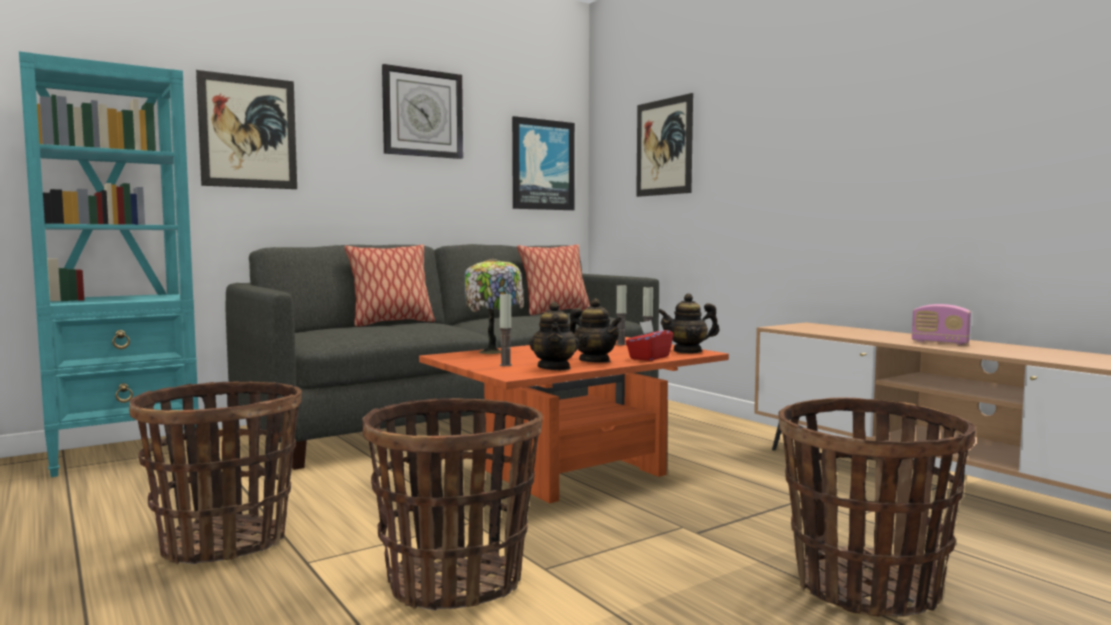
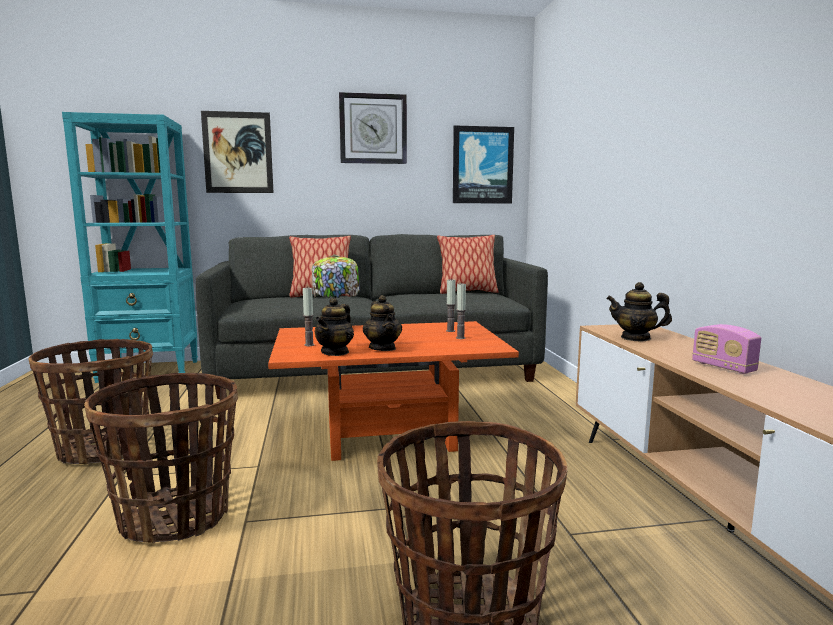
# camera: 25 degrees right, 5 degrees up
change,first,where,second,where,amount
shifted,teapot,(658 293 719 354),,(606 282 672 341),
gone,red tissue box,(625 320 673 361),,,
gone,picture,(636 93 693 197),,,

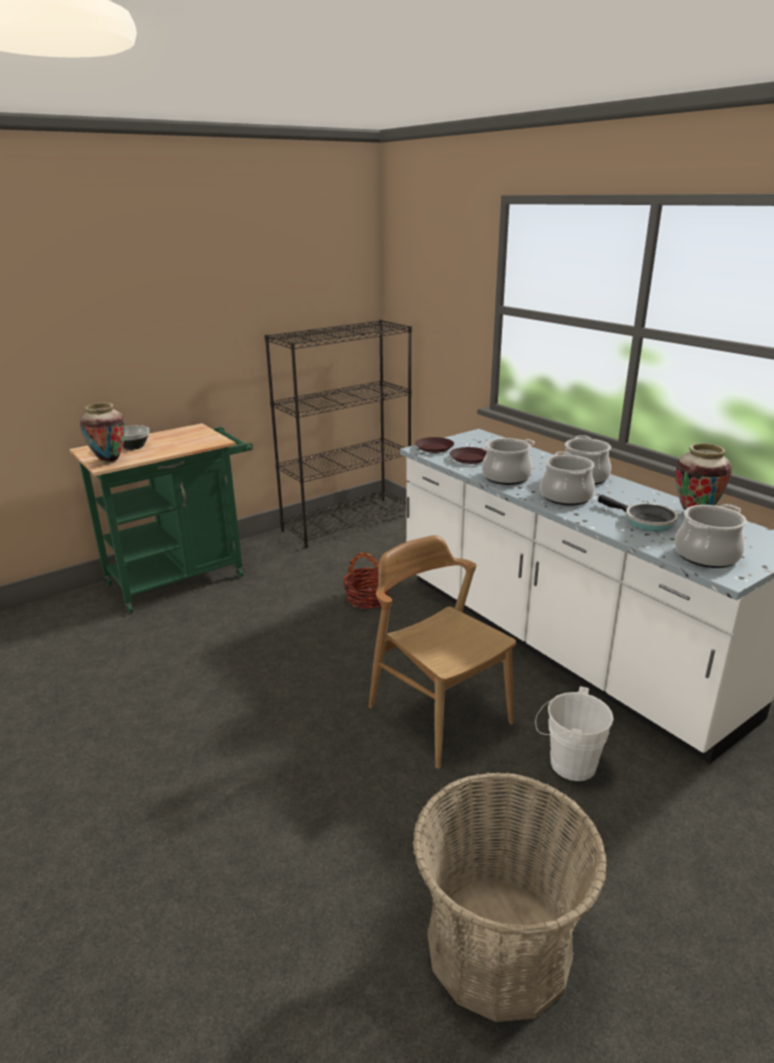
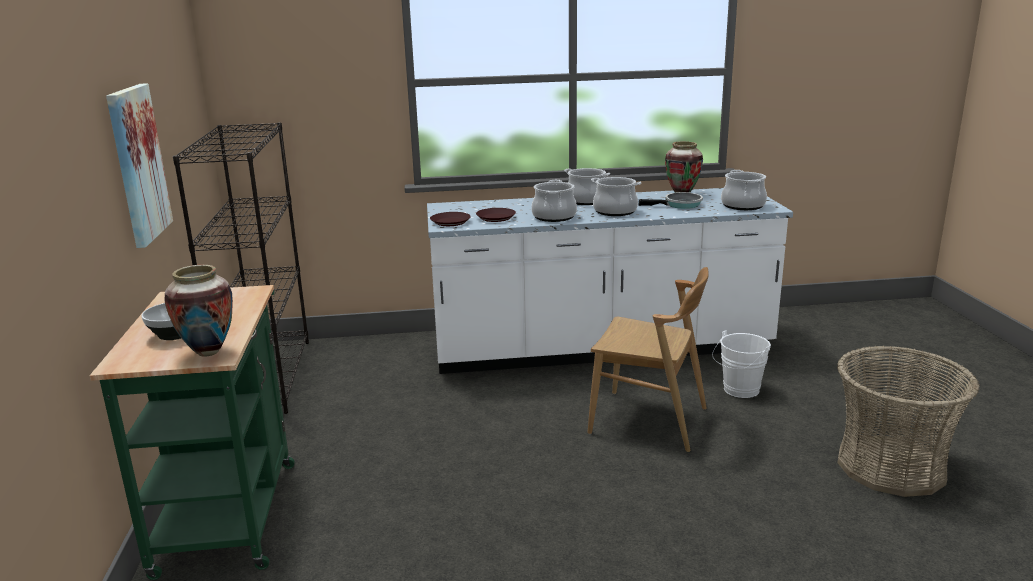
# camera: 60 degrees left, 5 degrees down
change,first,where,second,where,amount
new,,,picture,(106 83 173 248),
rotated,brown chair,(369 535 516 769),,(587 267 709 452),150 degrees counterclockwise
gone,basket,(343 552 389 609),,,

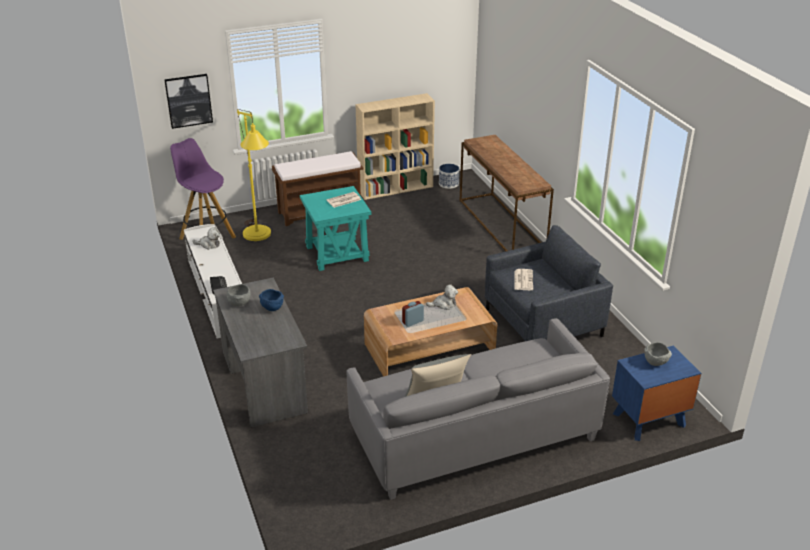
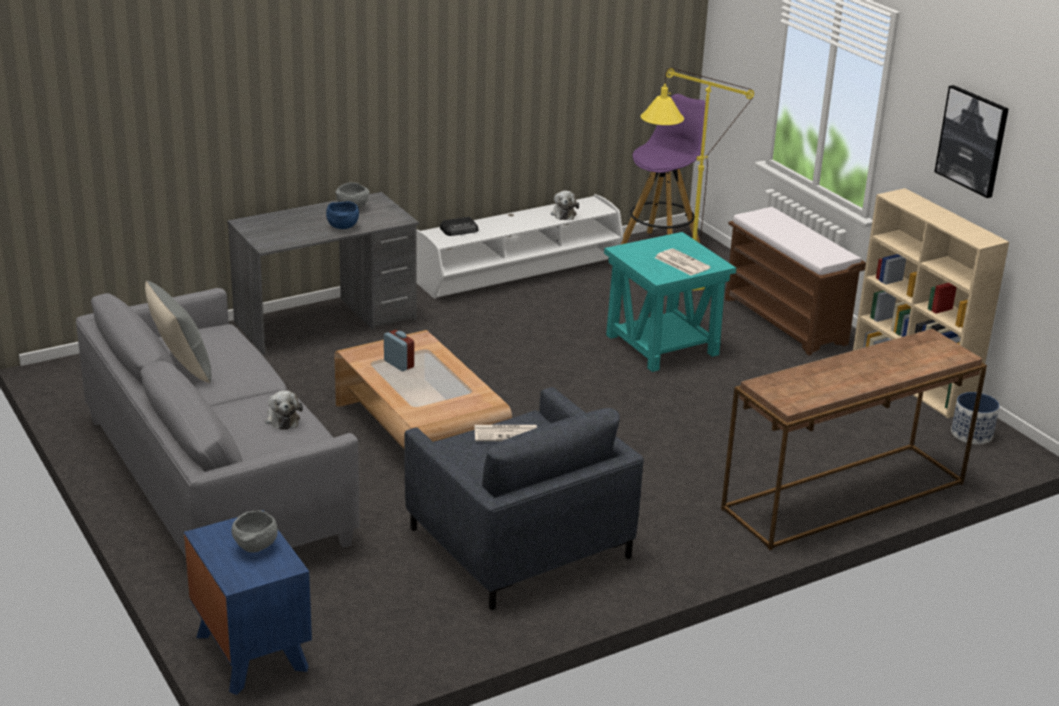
# camera: 80 degrees right, 5 degrees down
change,first,where,second,where,amount
shifted,plush toy,(426 284 458 310),,(265 390 303 430),
shifted,picture,(164 74 213 129),,(934 85 1008 198),

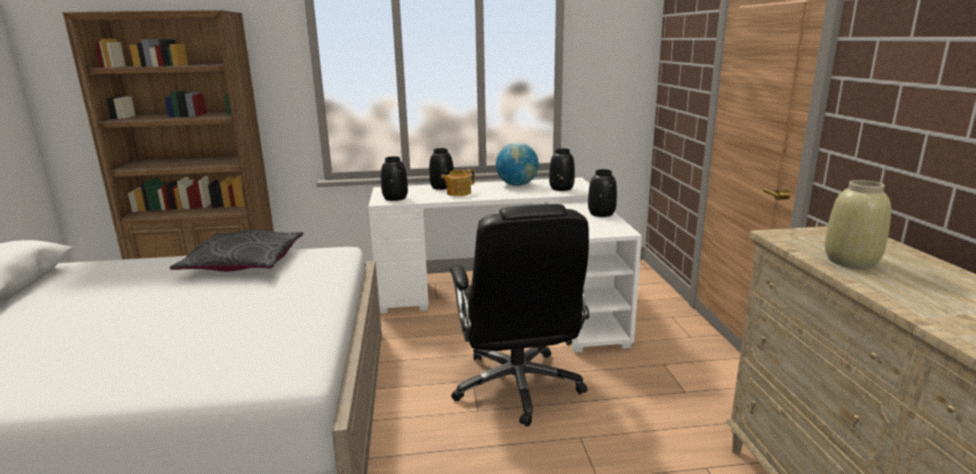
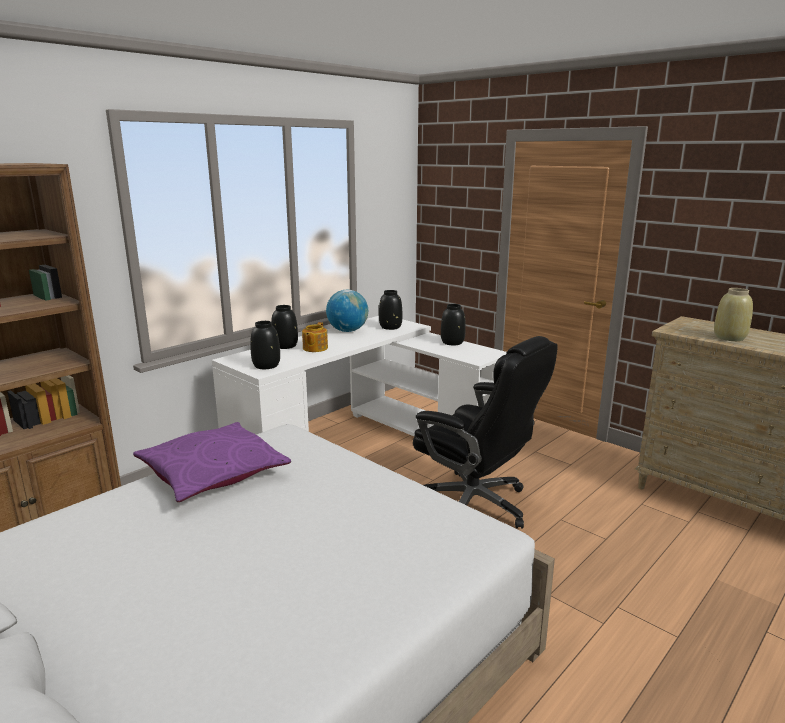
# camera: 40 degrees left, 0 degrees up
change,first,where,second,where,amount
repainted,grey pillow,(170 230 303 272),purple pillow,(133 422 291 502),

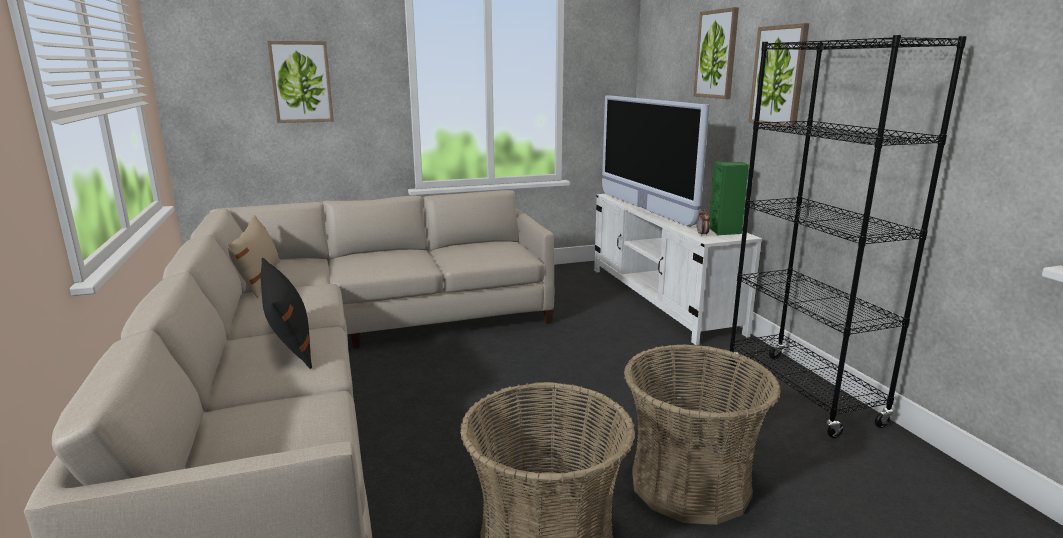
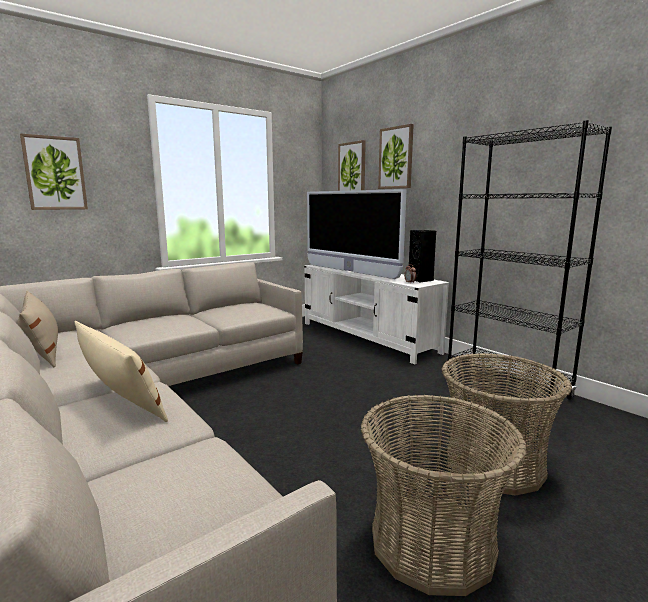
# camera: 20 degrees left, 5 degrees down
change,first,where,second,where,amount
repainted,black pillow,(261 258 312 369),beige pillow,(75 321 168 422),
shifted,picture,(748 23 809 128),,(338 140 366 191),
repainted,green speaker,(709 161 749 235),black speaker,(409 230 436 283),

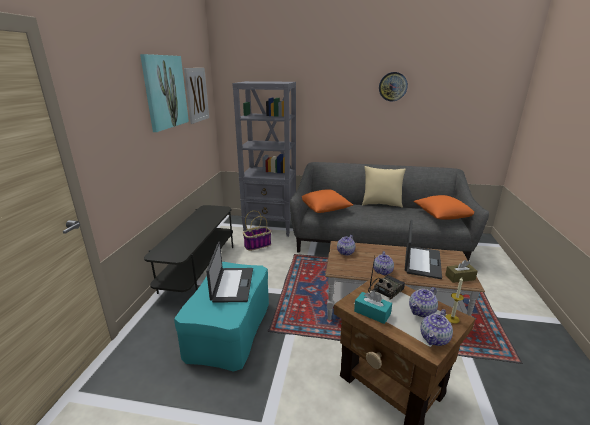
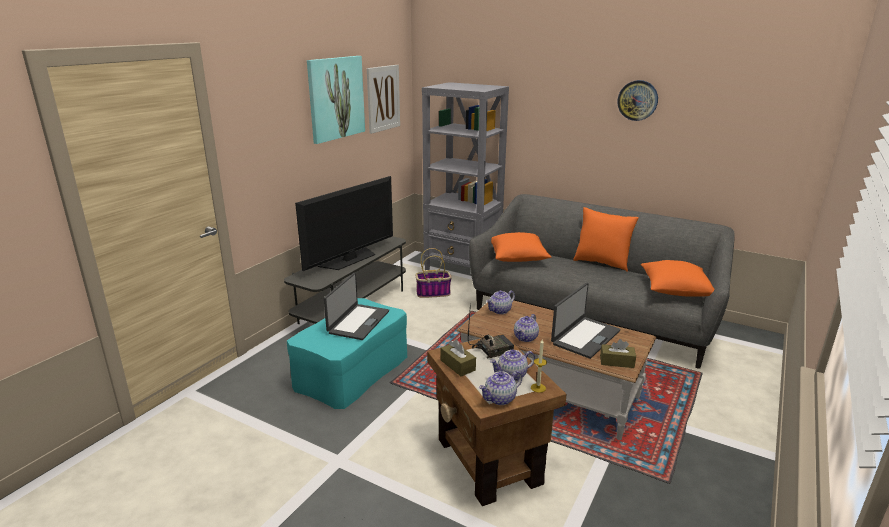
# camera: 20 degrees right, 0 degrees up
change,first,where,second,where,amount
new,,,television,(295 176 393 271),
repainted,turquoise tissue box,(354 291 392 324),brown tissue box,(441 340 476 376),
repainted,beige pillow,(362 166 406 208),orange pillow,(573 207 639 271),

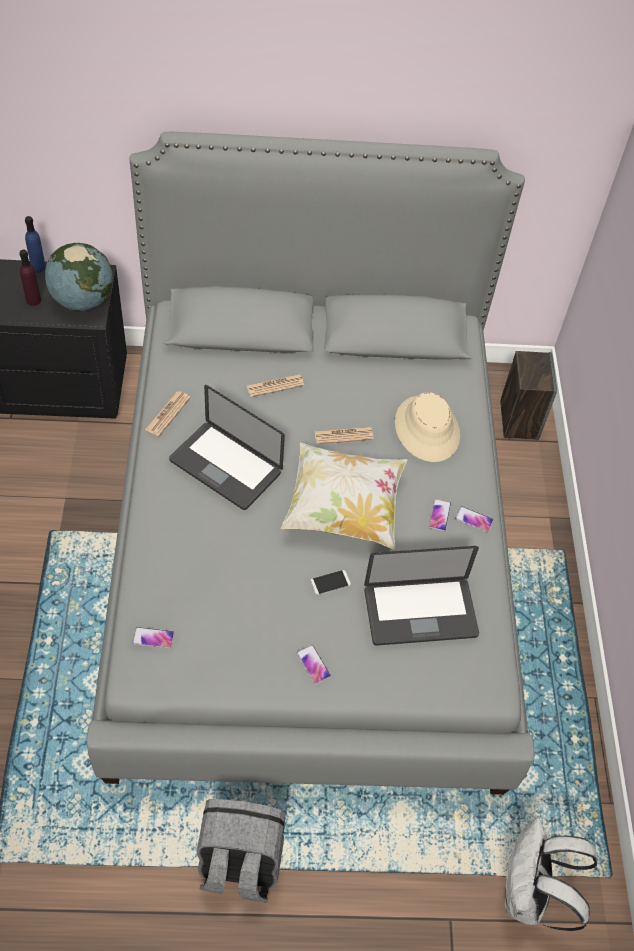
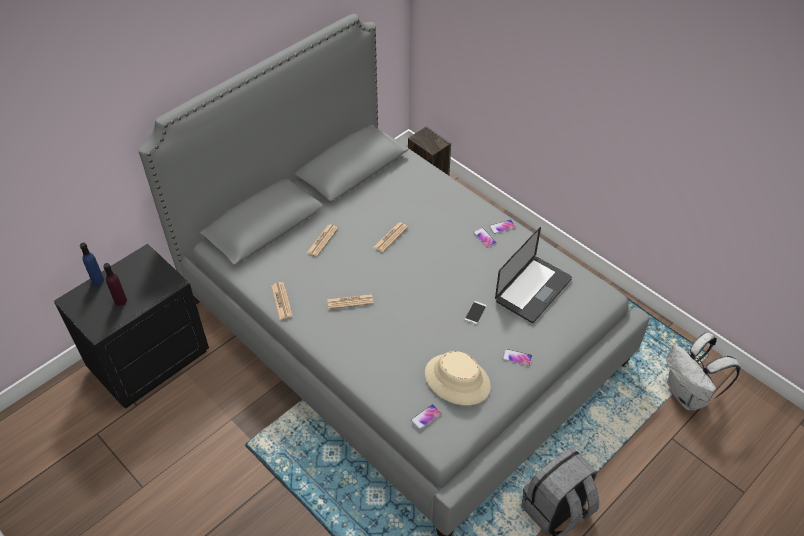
# camera: 40 degrees left, 5 degrees down
change,first,where,second,where,amount
swapped,laptop,(169 385 285 510),newspaper,(327 294 373 309),
shifted,beige hat,(395 392 460 462),,(425 351 491 405),
gone,globe,(45 243 113 311),,,
gone,pillow,(281 443 407 549),,,

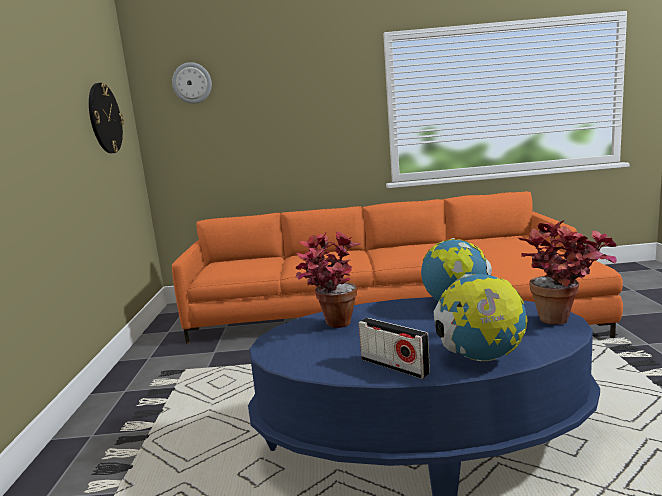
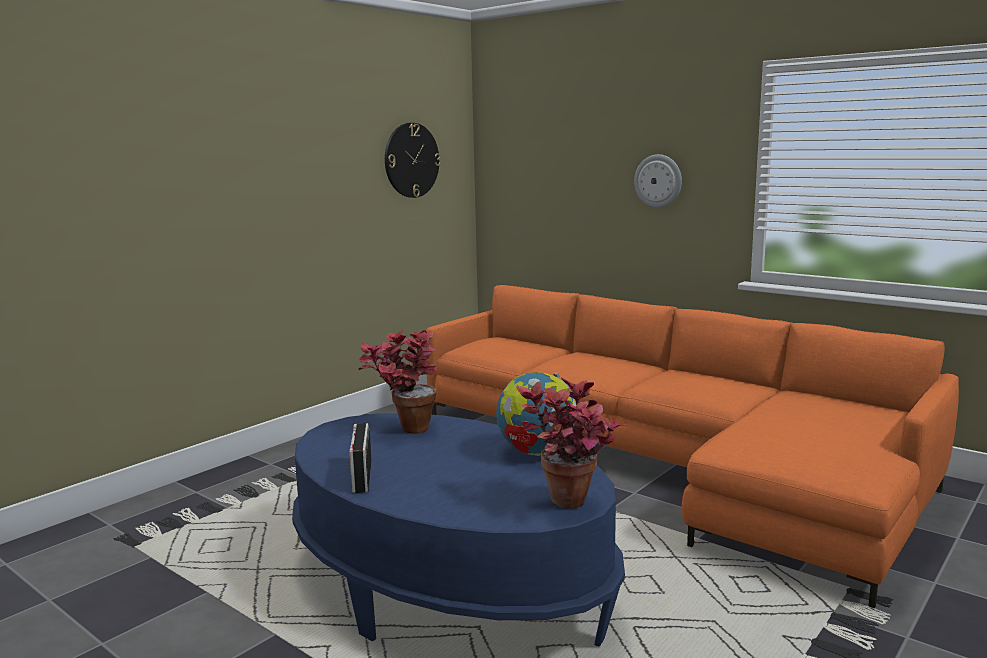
# camera: 40 degrees right, 0 degrees up
change,first,where,second,where,amount
shifted,wall clock,(172 62 212 104),,(634 154 682 208),
gone,globe,(434 274 528 361),,,

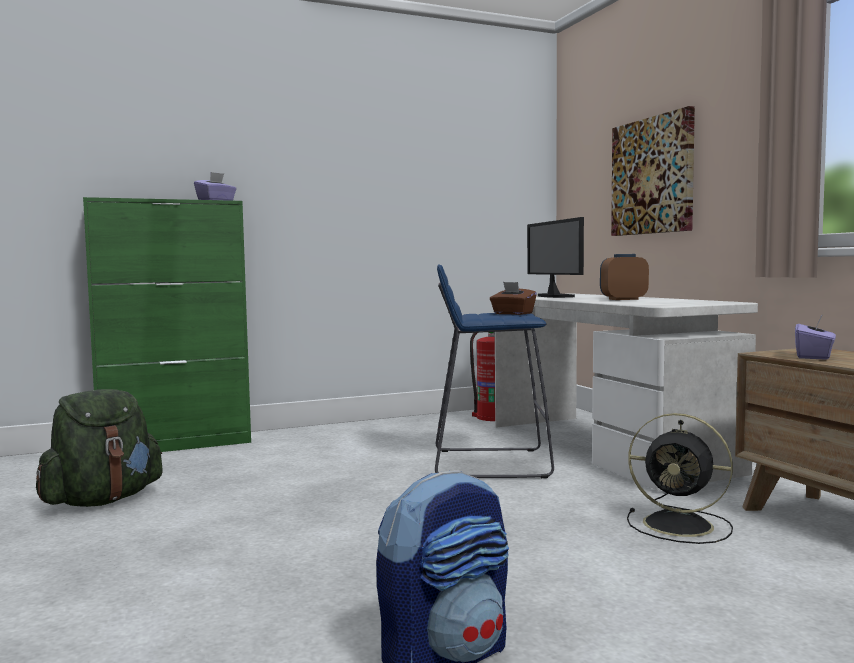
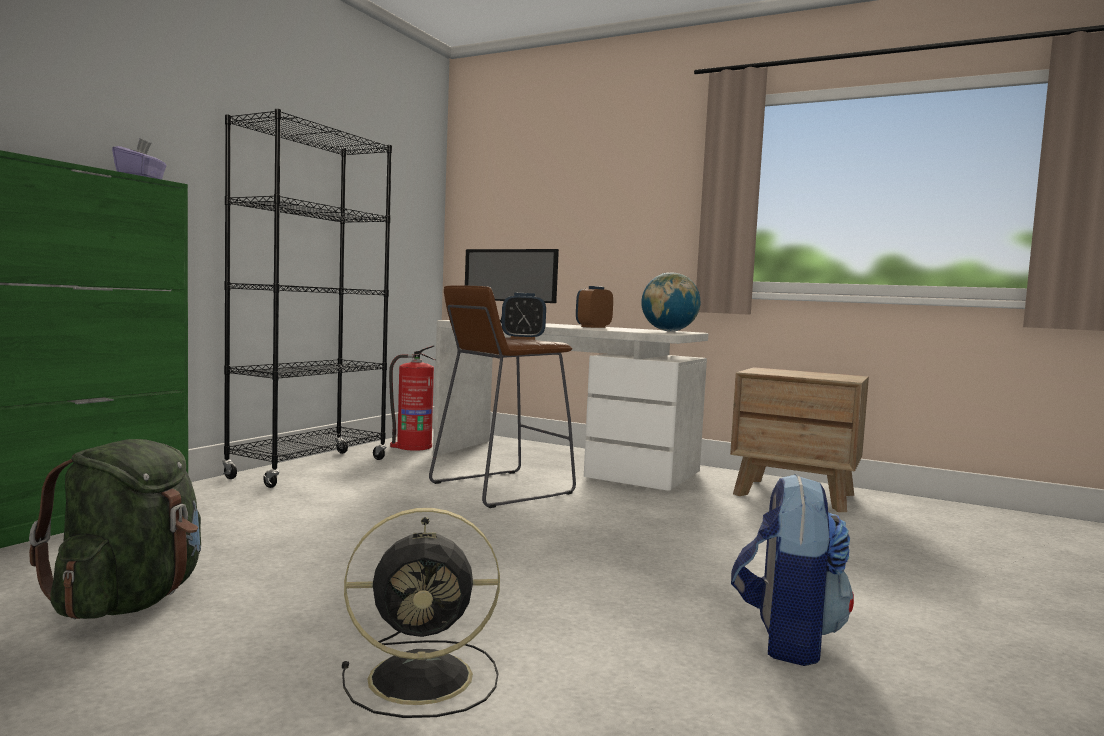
# camera: 40 degrees left, 0 degrees up
change,first,where,second,where,amount
new,,,black bookcase,(222 109 392 488),
shifted,black fan,(627 413 733 544),,(342 508 500 718),
repainted,blue stool,(435 264 554 478),brown stool,(429 285 576 508),
swapped,brown tissue box,(490 282 537 315),alarm clock,(502 293 546 340),
new,,,globe,(641 272 700 332),
gone,picture,(611 106 695 236),,,
gone,purple tissue box,(795 315 836 360),,,

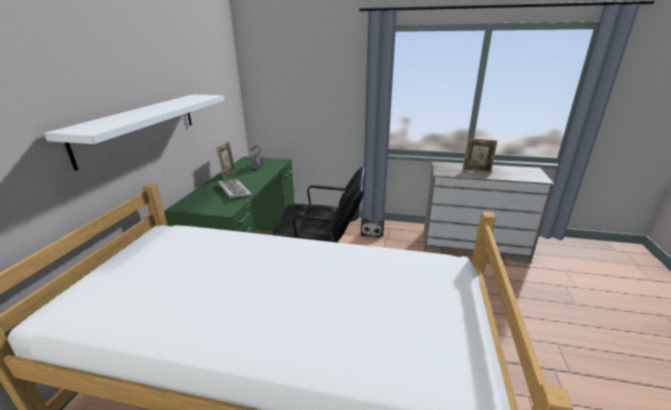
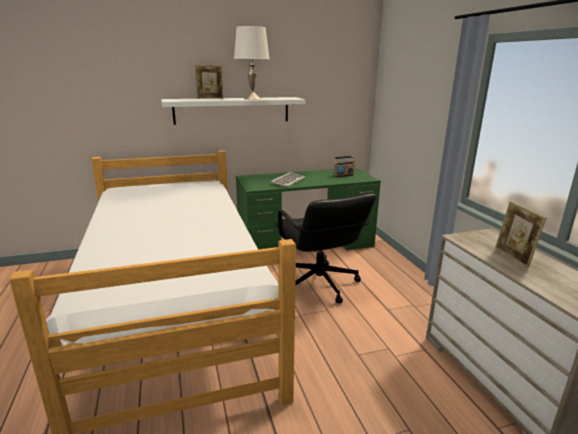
# camera: 60 degrees right, 5 degrees down
change,first,where,second,where,amount
shifted,picture frame,(216 141 235 178),,(195 65 224 99),
new,,,white table lamp,(234 26 270 100),
gone,plush toy,(361 218 384 238),,,

